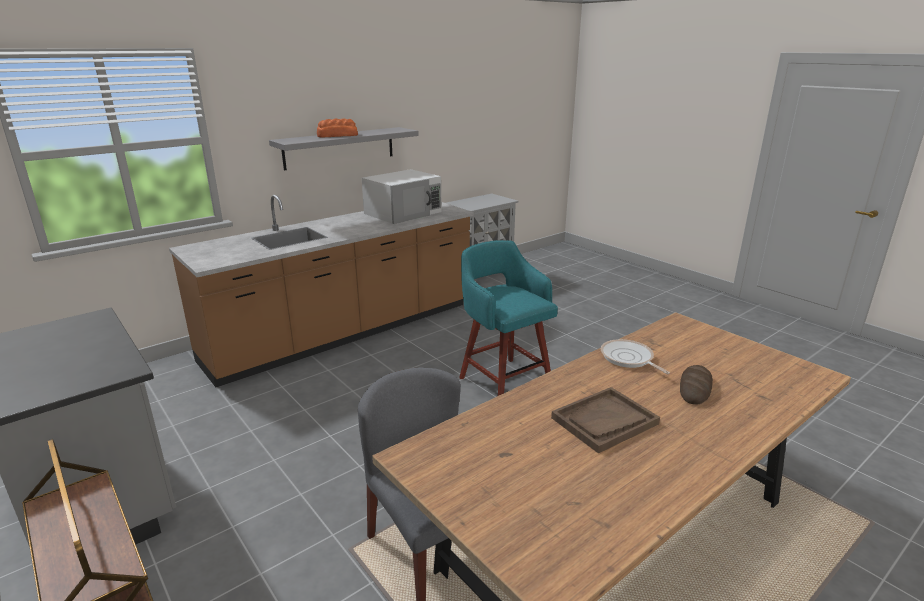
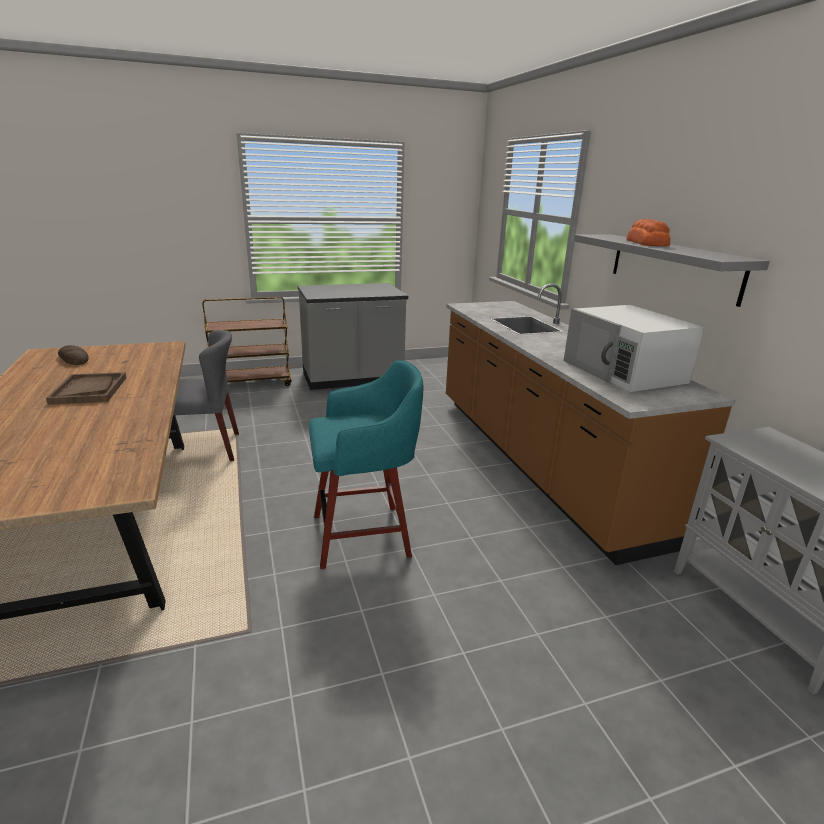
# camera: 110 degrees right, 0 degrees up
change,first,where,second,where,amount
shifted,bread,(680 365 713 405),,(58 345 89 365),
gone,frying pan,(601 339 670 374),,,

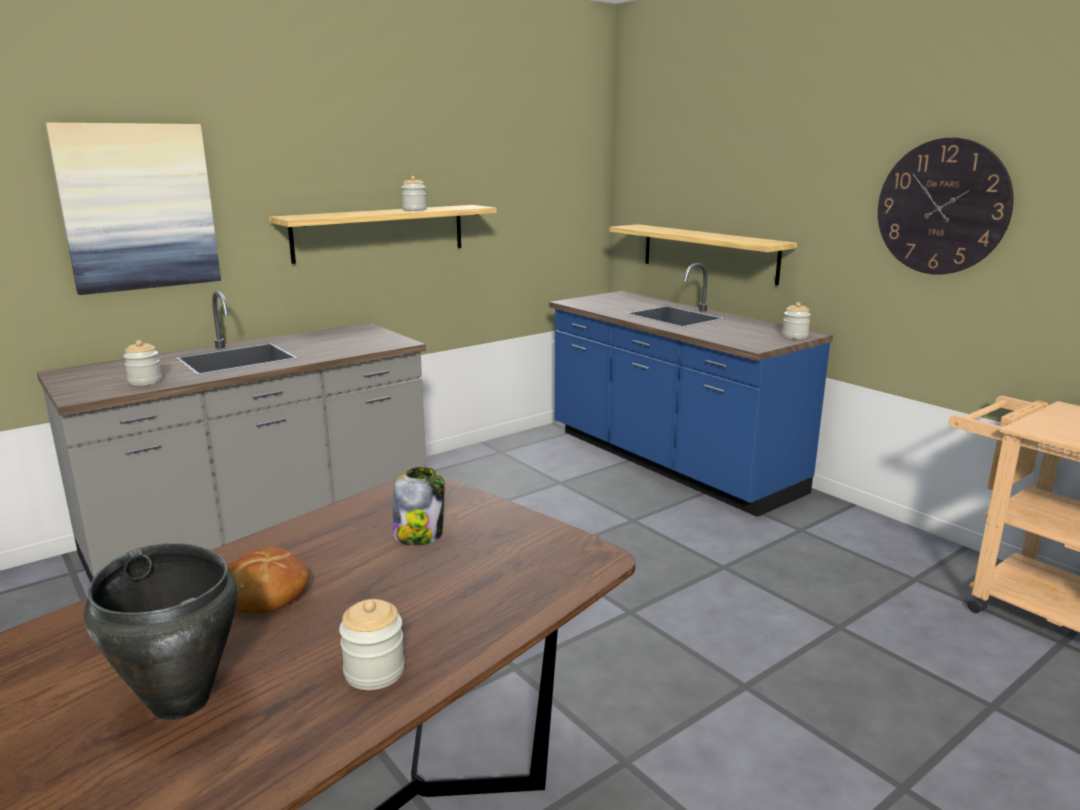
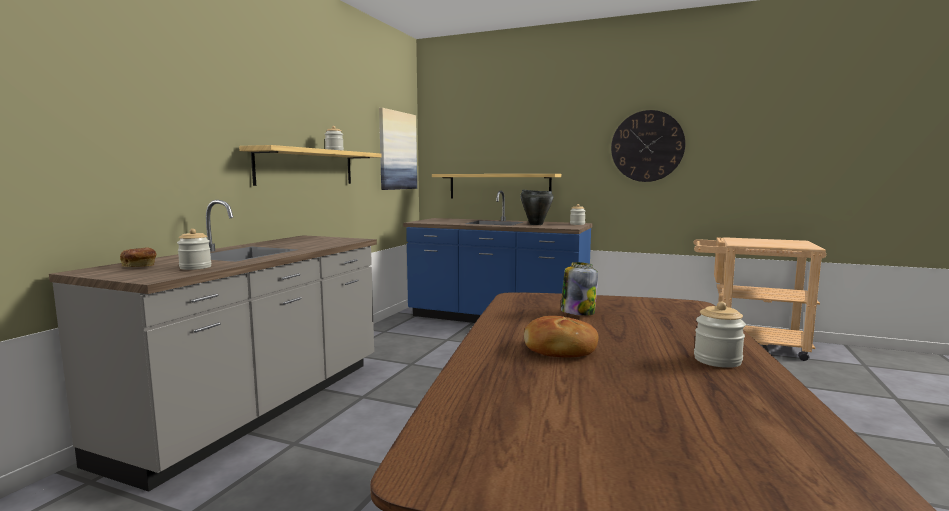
# camera: 30 degrees left, 10 degrees down
change,first,where,second,where,amount
new,,,bread,(120 247 156 267),
shifted,picture,(45 123 221 295),,(379 108 417 190),
shifted,black cooking pot,(84 543 238 720),,(520 190 554 225),

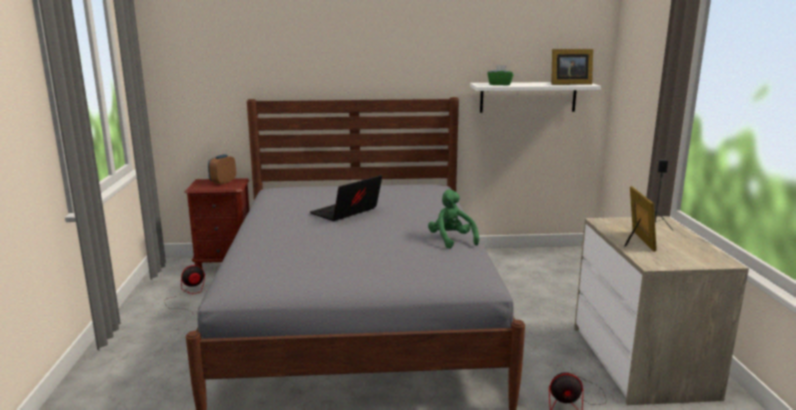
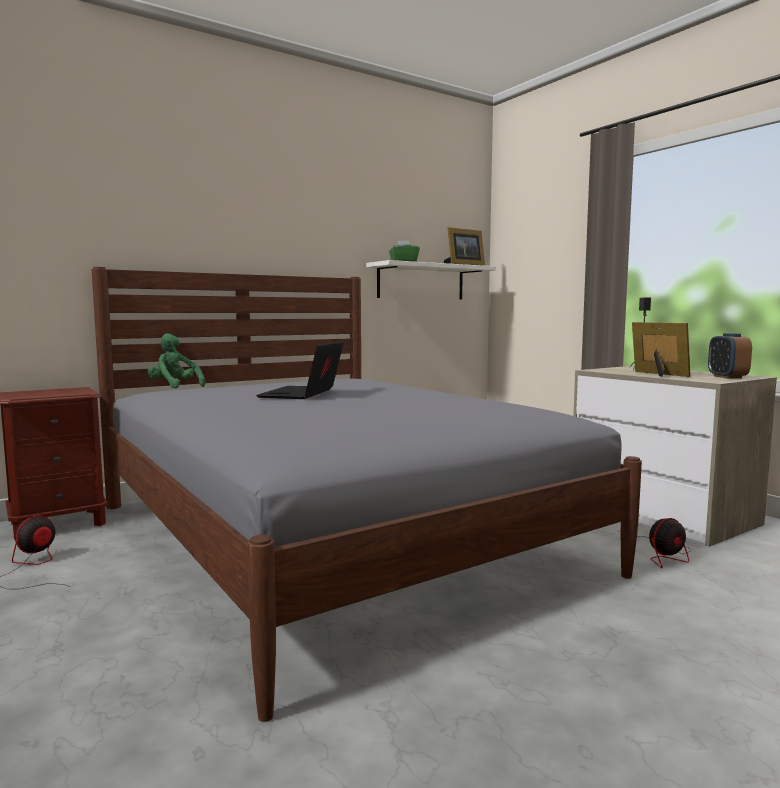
# camera: 30 degrees left, 10 degrees down
change,first,where,second,where,amount
shifted,green plush toy,(428 189 479 249),,(148 333 205 388),
shifted,alarm clock,(208 154 236 185),,(708 333 752 379),

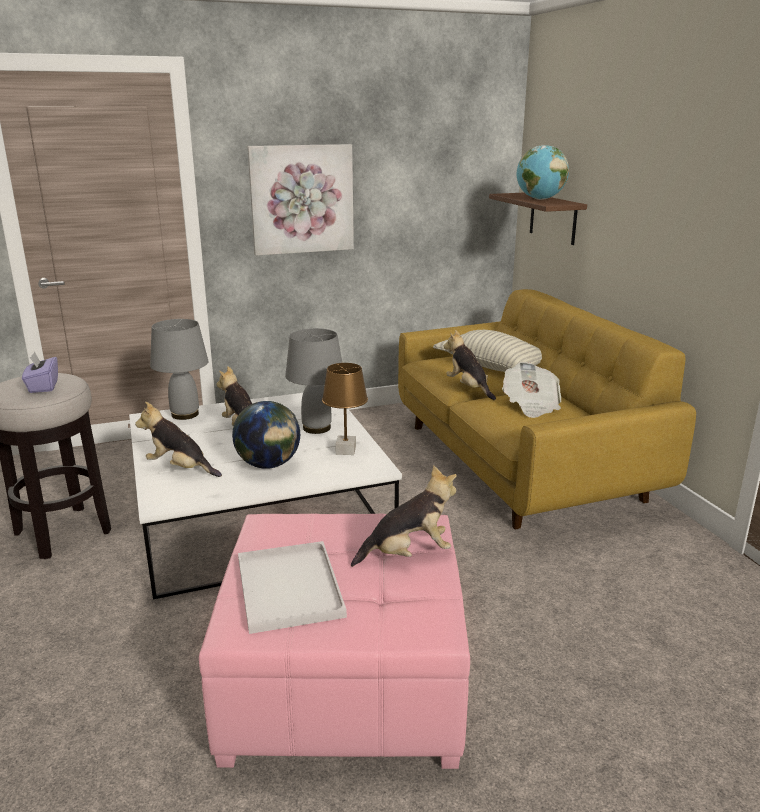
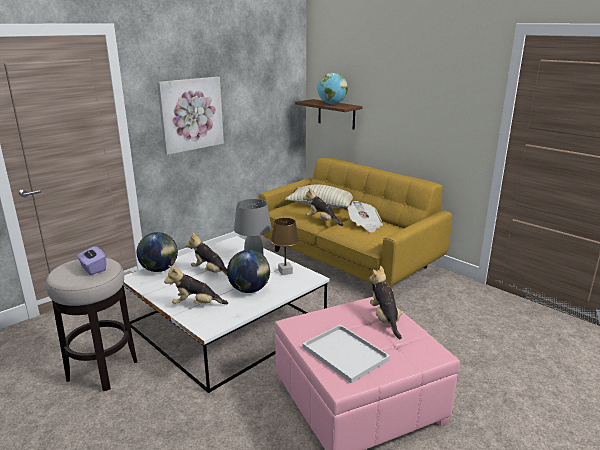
# camera: 25 degrees left, 0 degrees up
change,first,where,second,where,amount
swapped,grey table lamp,(150 319 208 420),globe,(137 232 178 272),
rotated,plush toy,(351 465 457 567),,(369 266 403 339),60 degrees counterclockwise

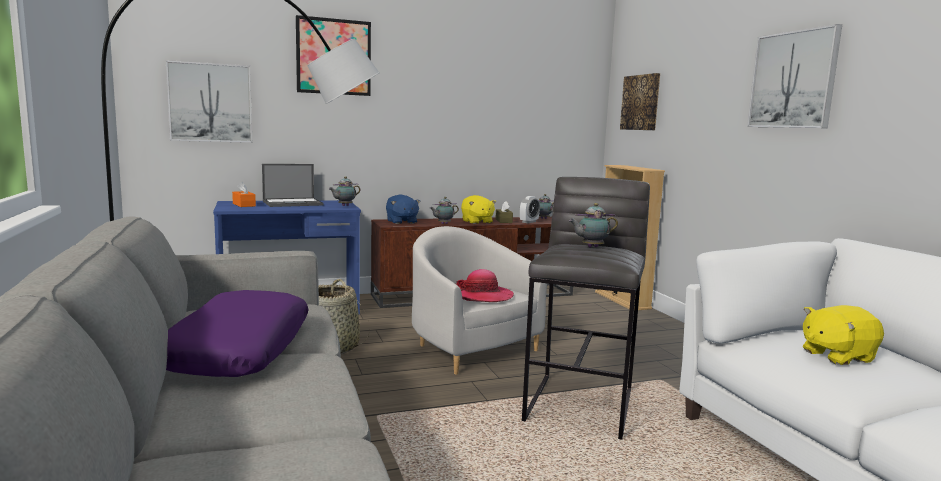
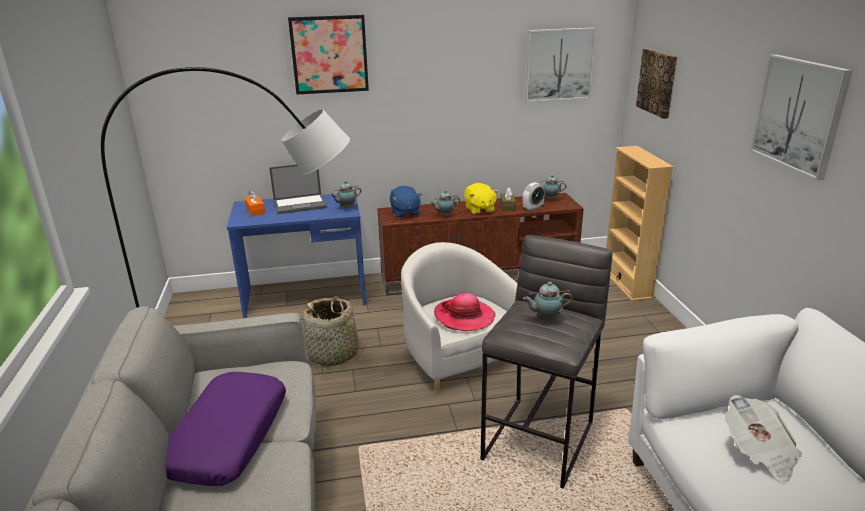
# camera: 10 degrees right, 15 degrees up
change,first,where,second,where,amount
shifted,picture,(166 60 252 143),,(525 27 597 102),
swapped,yellow plush toy,(803 305 884 365),newspaper,(725 395 802 482),

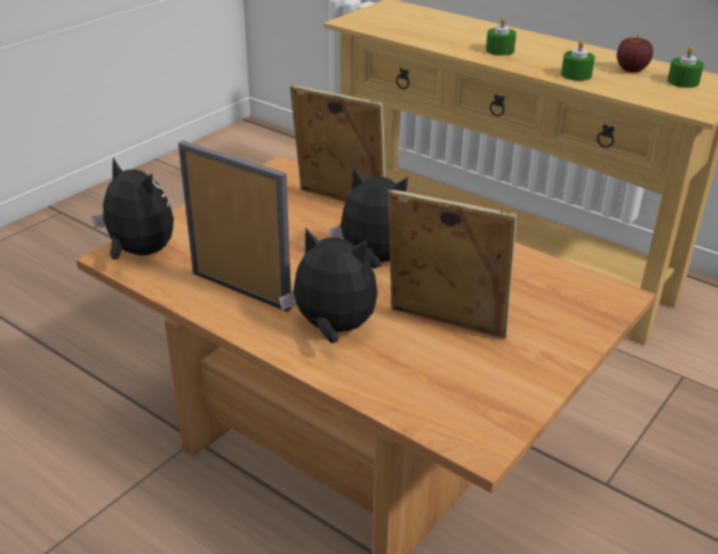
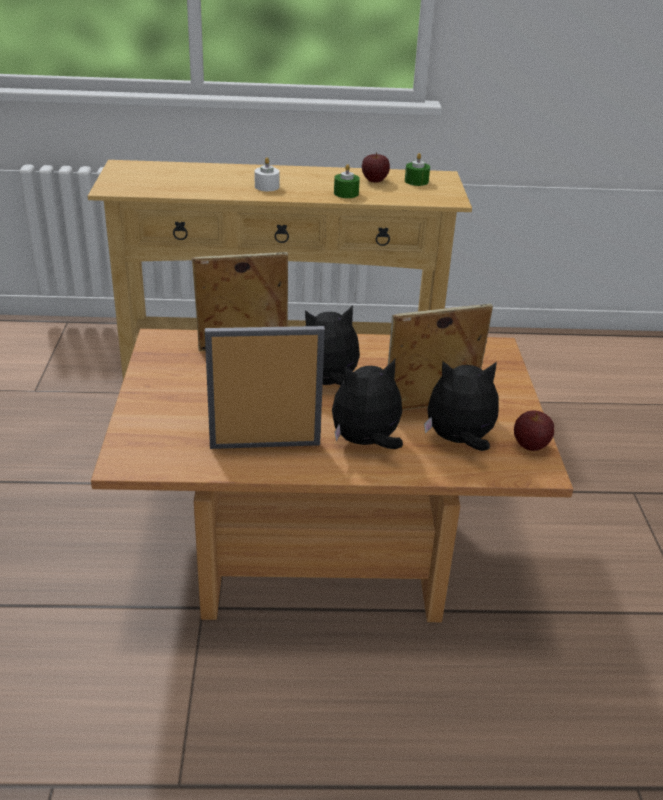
# camera: 40 degrees left, 0 degrees up
change,first,where,second,where,amount
repainted,green candle,(486 17 516 56),white candle,(255 158 280 191),
shifted,plush toy,(92 157 174 260),,(424 361 498 451),
new,,,apple,(514 410 554 451),

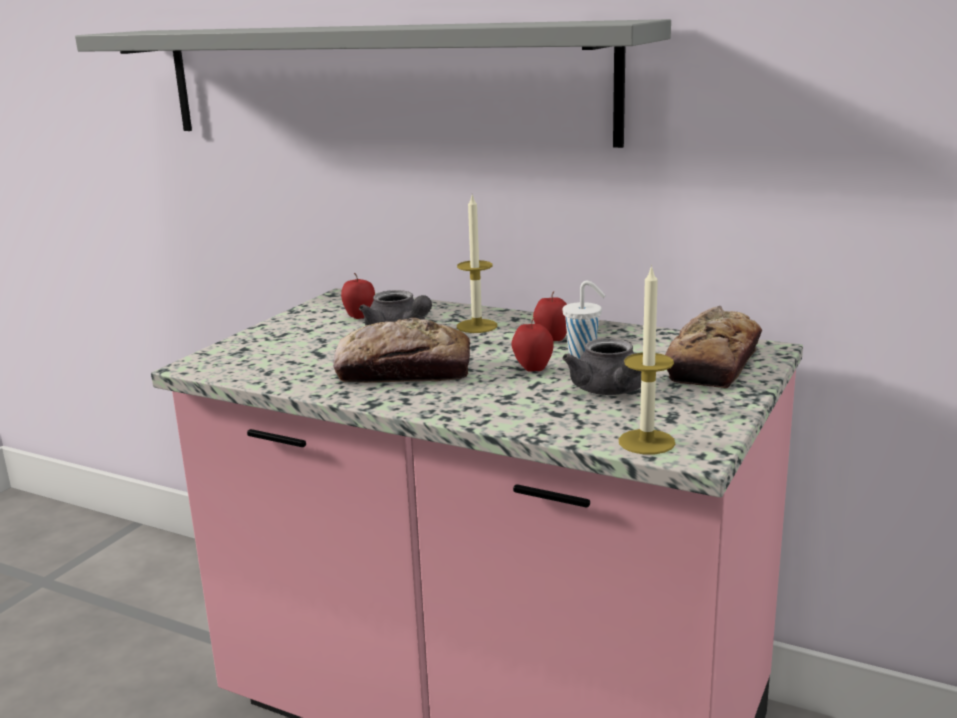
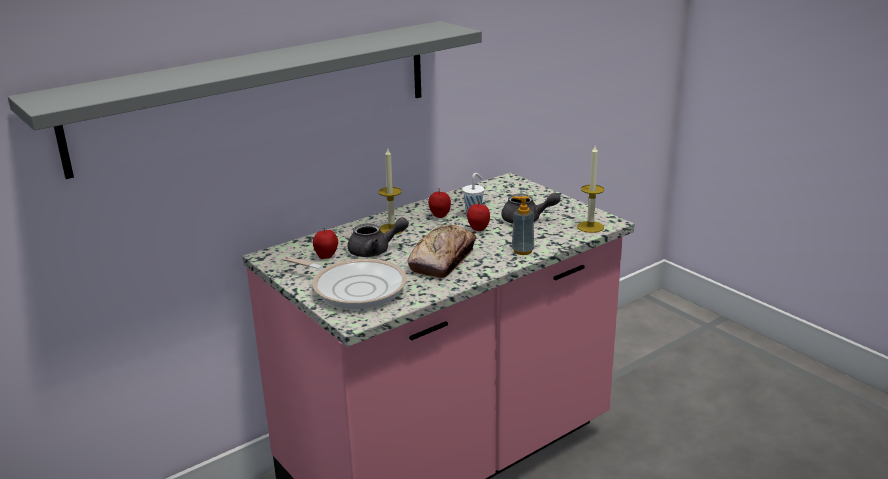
# camera: 65 degrees left, 5 degrees up
change,first,where,second,where,amount
new,,,frying pan,(283 256 407 309),
new,,,soap dispenser,(512 196 534 255),
gone,bread,(665 306 762 388),,,

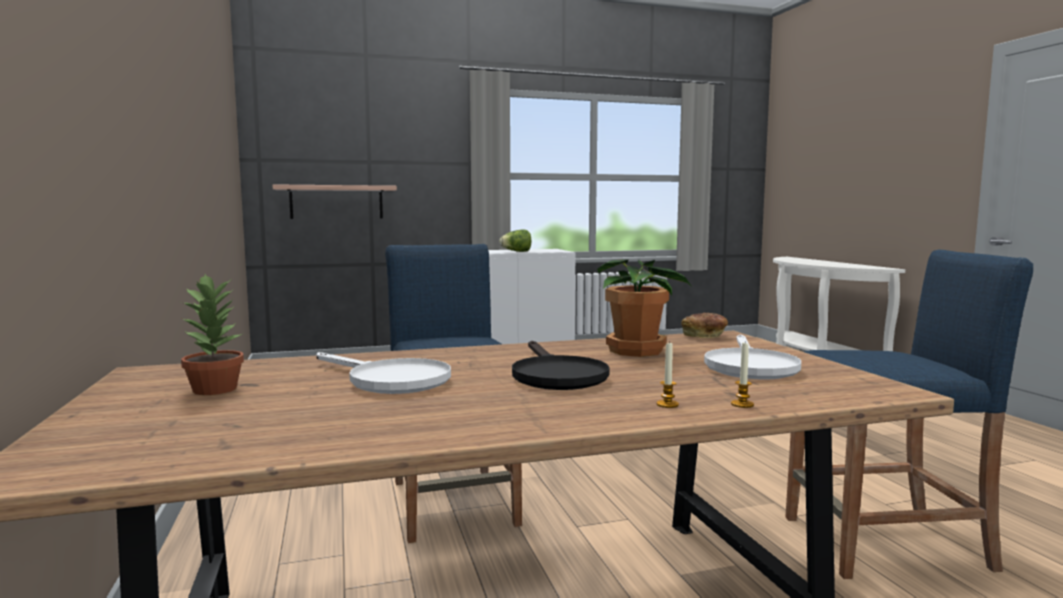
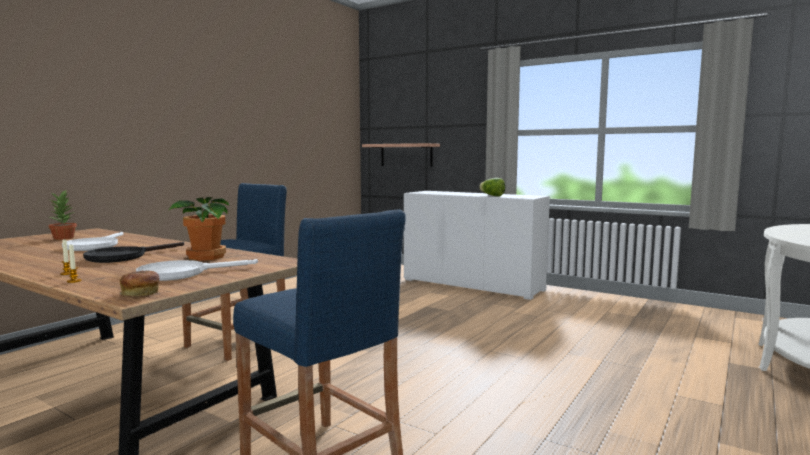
# camera: 50 degrees right, 0 degrees up
change,first,where,second,where,amount
shifted,bread,(681 313 728 338),,(120 271 159 297),

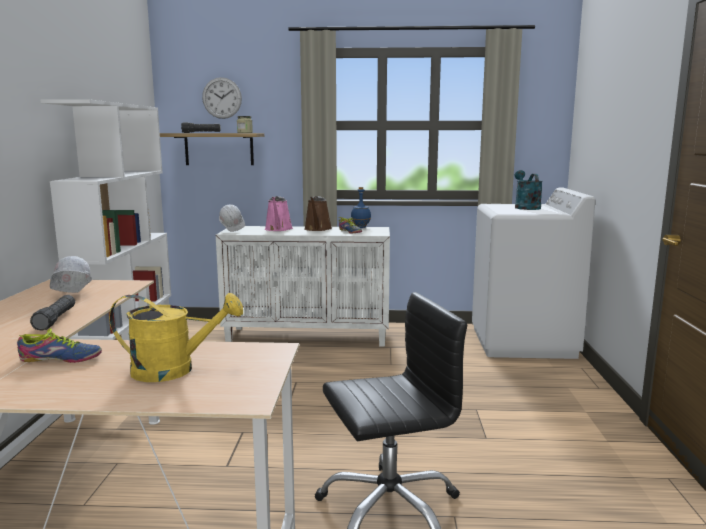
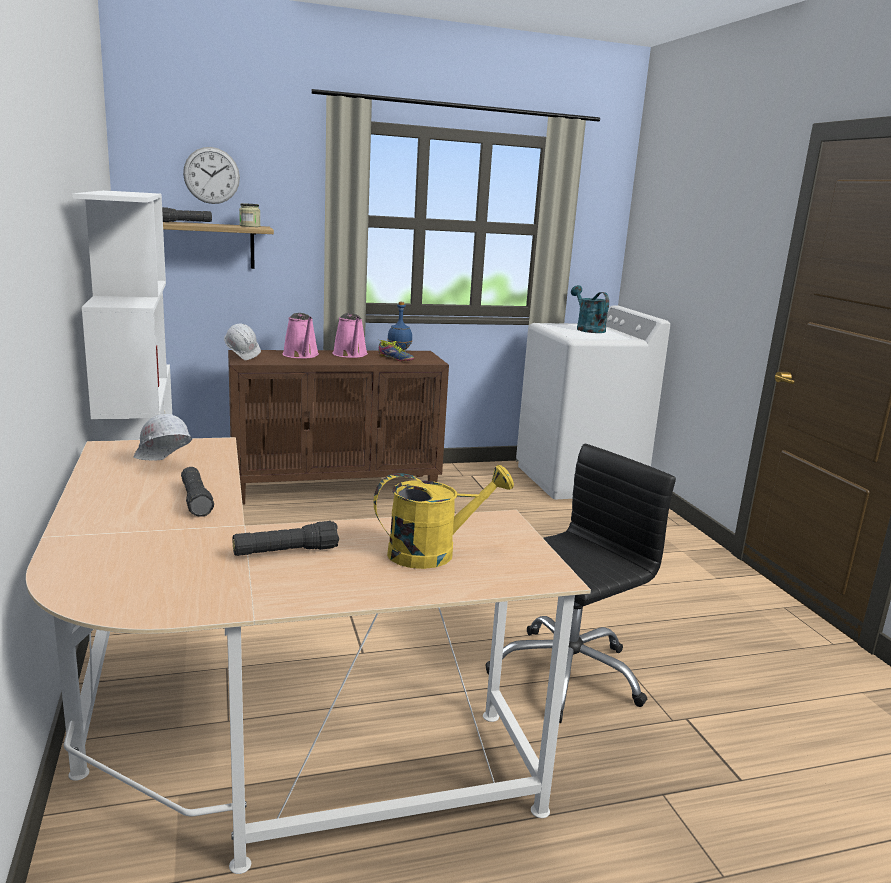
# camera: 20 degrees left, 5 degrees up
change,first,where,second,where,amount
repainted,white cabinet,(216 226 390 346),brown cabinet,(228 350 449 505),
swapped,shoe,(17 328 102 363),black flashlight,(233 521 339 556),
repainted,brown watering can,(304 196 332 231),pink watering can,(332 313 368 358),

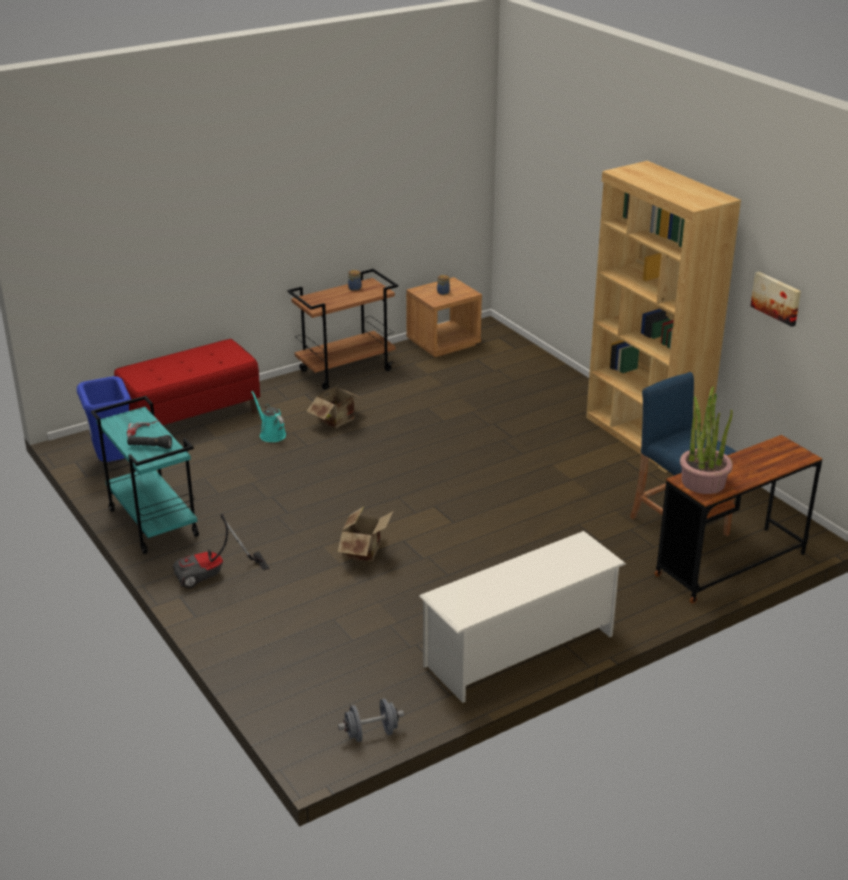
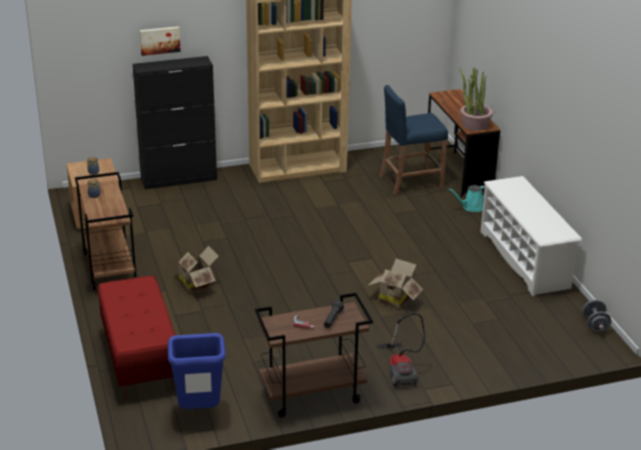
# camera: 75 degrees left, 0 degrees up
change,first,where,second,where,amount
new,,,black cabinet,(133 56 217 190),
shifted,picture,(750 271 801 327),,(140 27 181 56),
repainted,turquoise cart,(91 396 199 554),brown cart,(255 293 373 418),
shifted,turquoise watering can,(251 391 286 442),,(449 185 485 212),

